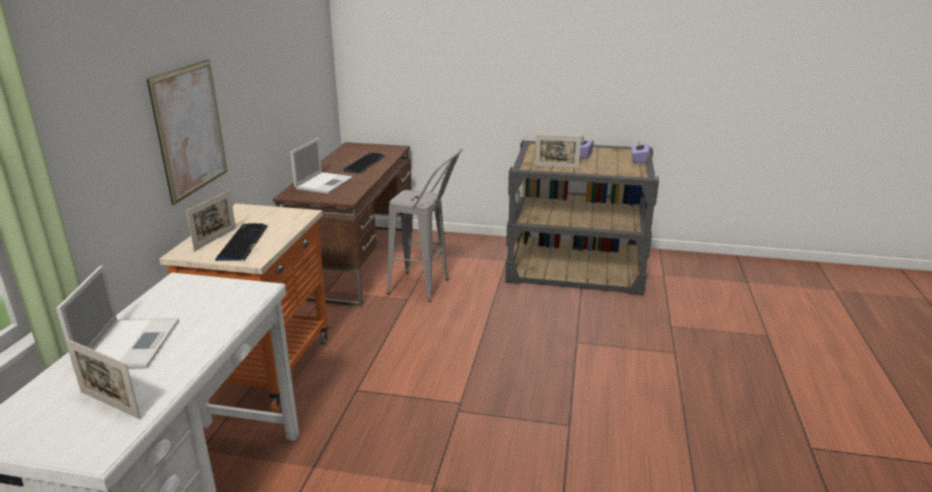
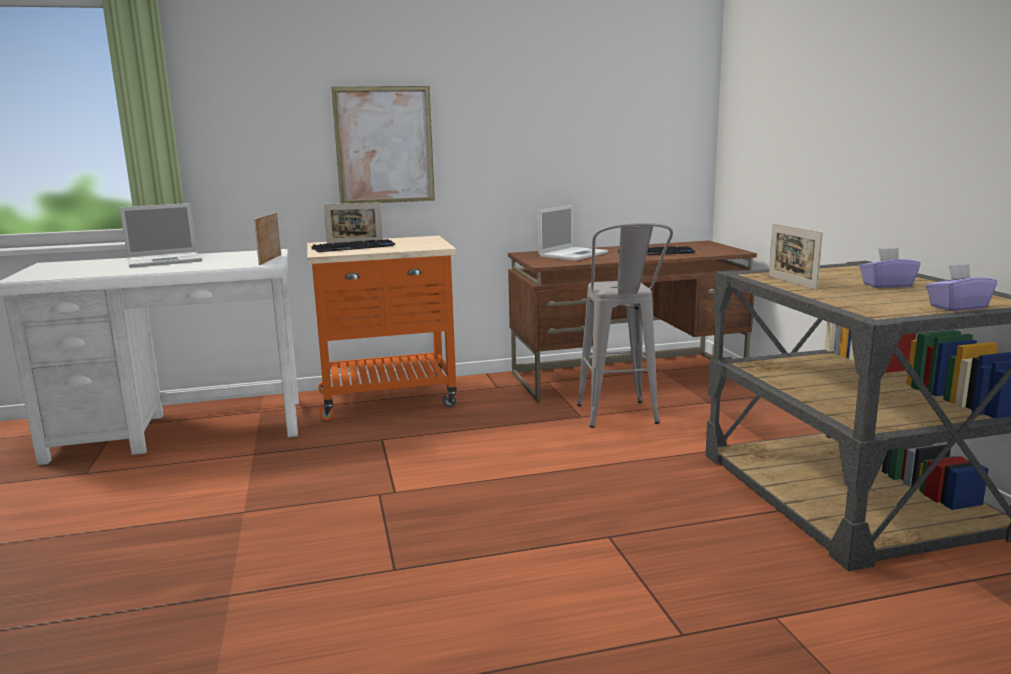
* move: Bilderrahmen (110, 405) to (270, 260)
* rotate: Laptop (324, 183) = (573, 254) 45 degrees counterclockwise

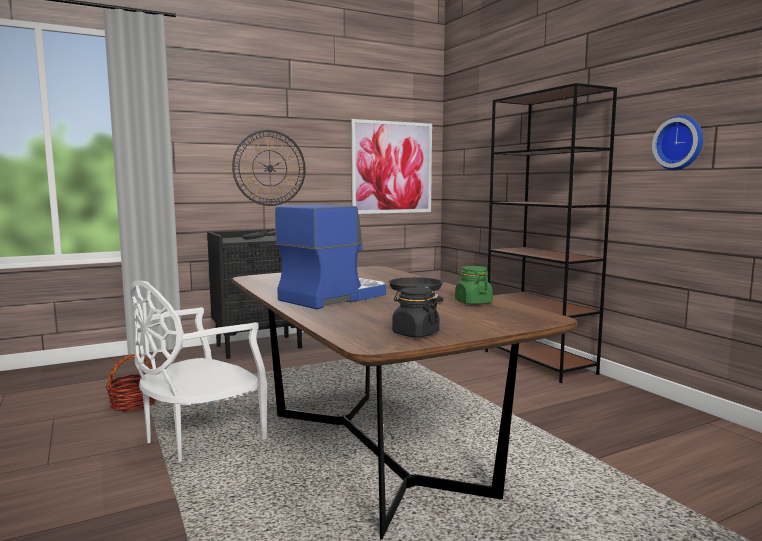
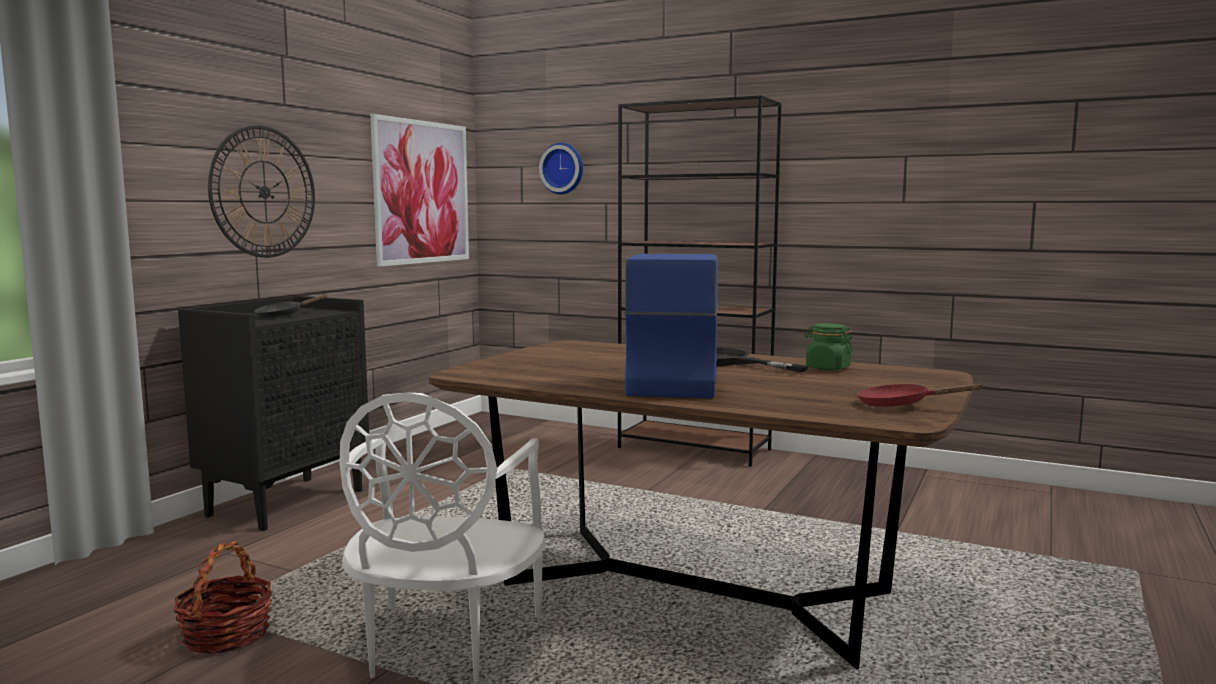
* replace: Vorratsglas/schwarz (415, 333) to Pfanne/rot (900, 405)
* move: Wanduhr (680, 143) to (563, 168)

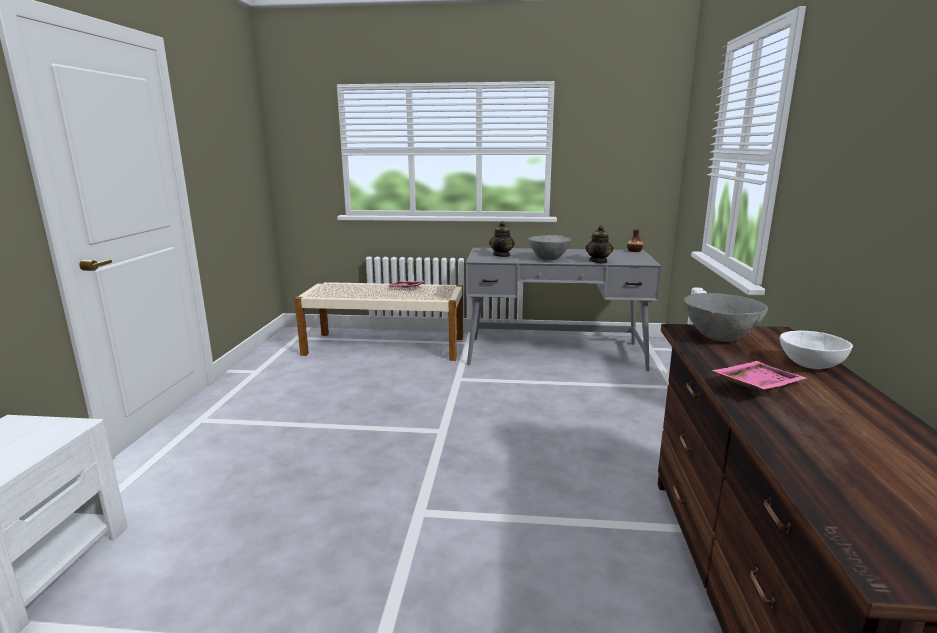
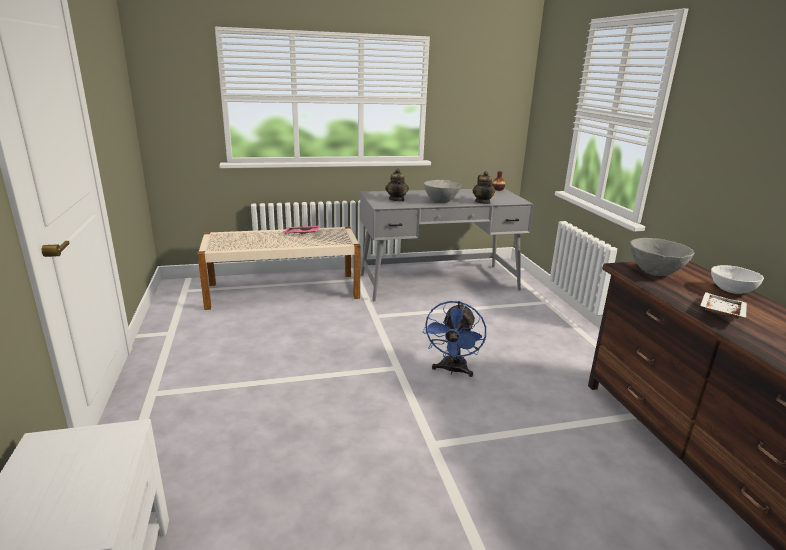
* recolor: Tablett/rosa (756, 386) to Tablett/weiß (719, 312)
* insert: Ventilator/blau (452, 370)

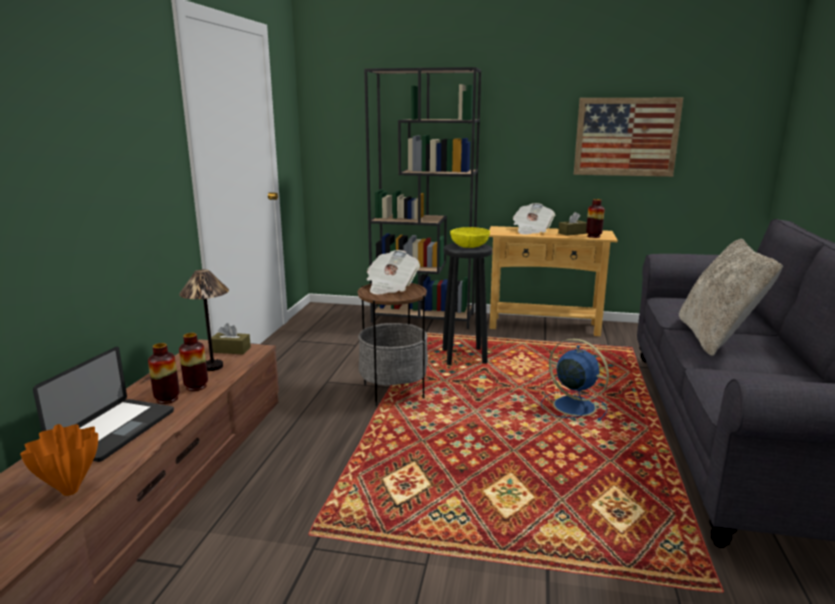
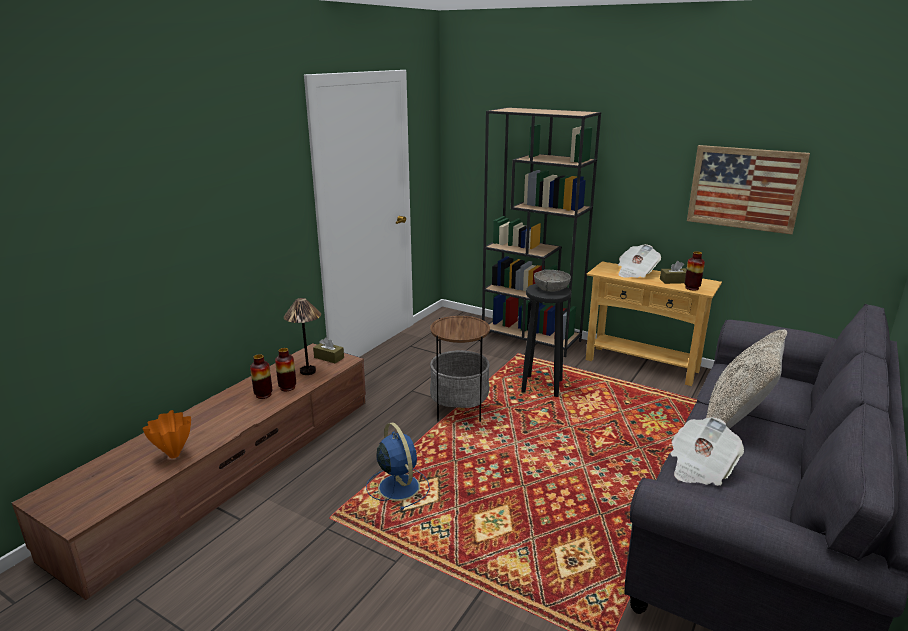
* delete: Laptop (114, 430)
* move: Zeitung (391, 287) to (700, 467)
* recolor: Schüssel/gelb (469, 246) to Schüssel/grau (551, 288)
* move: Ventilator/blau (572, 405) to (398, 486)

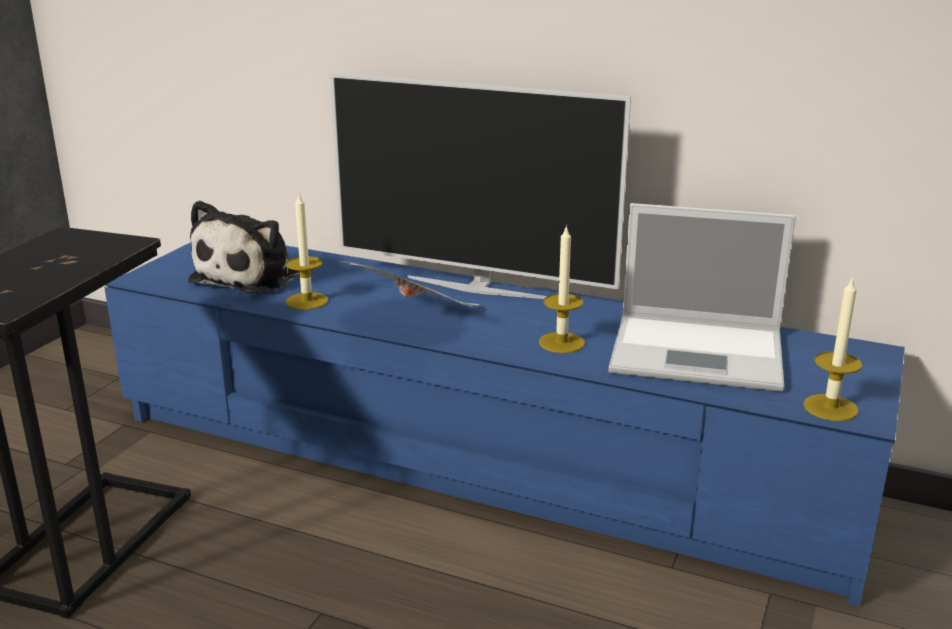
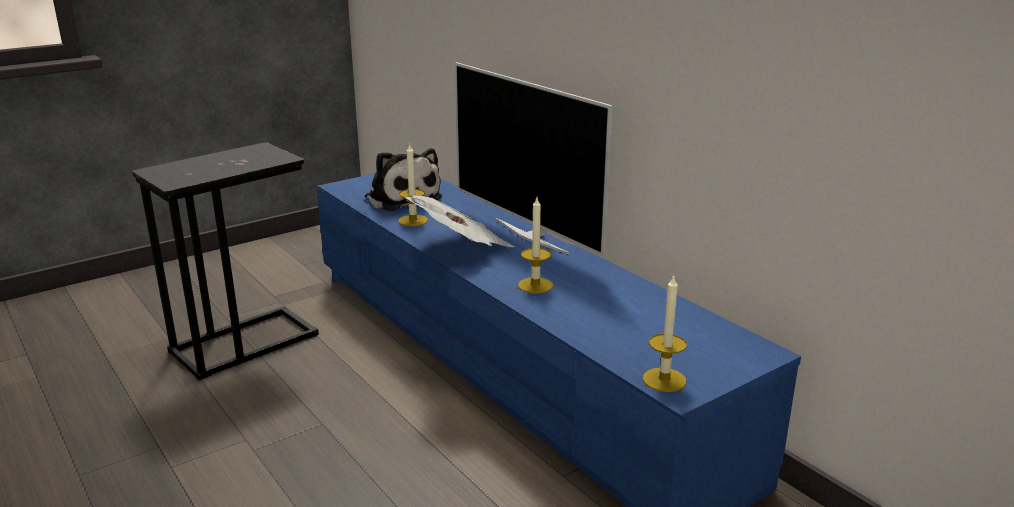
* rotate: Plüschtier (251, 276) = (401, 198) 90 degrees counterclockwise
* delete: Laptop (701, 353)

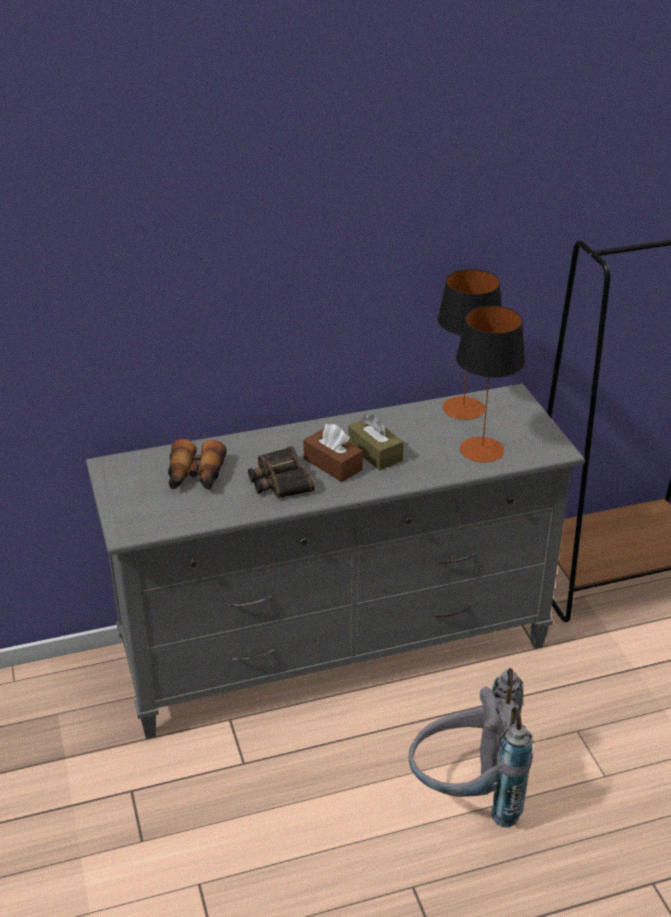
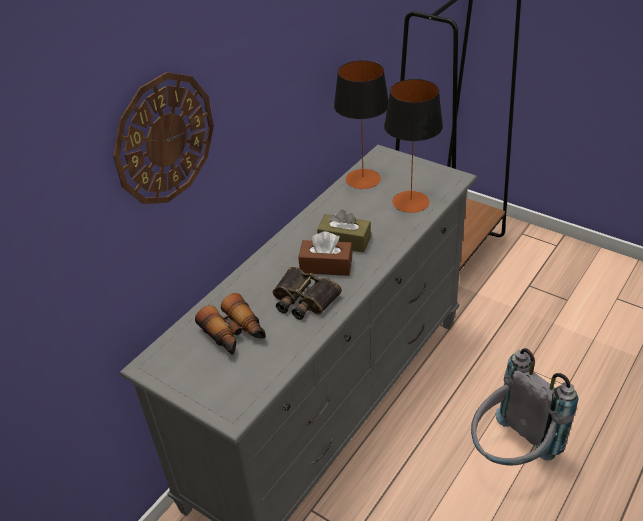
* insert: Wanduhr (164, 139)

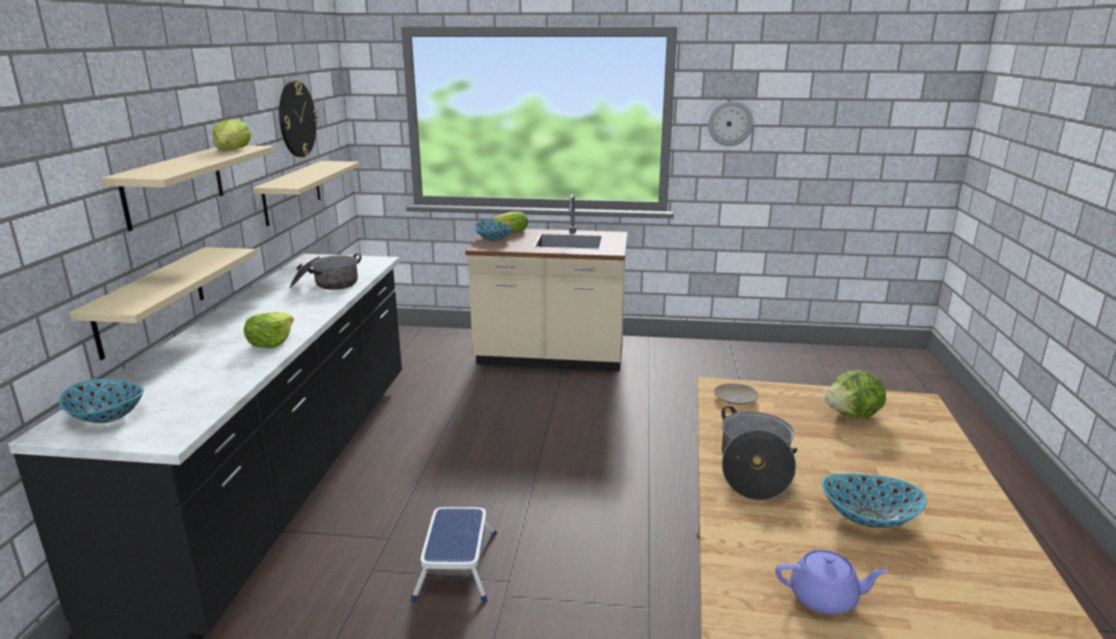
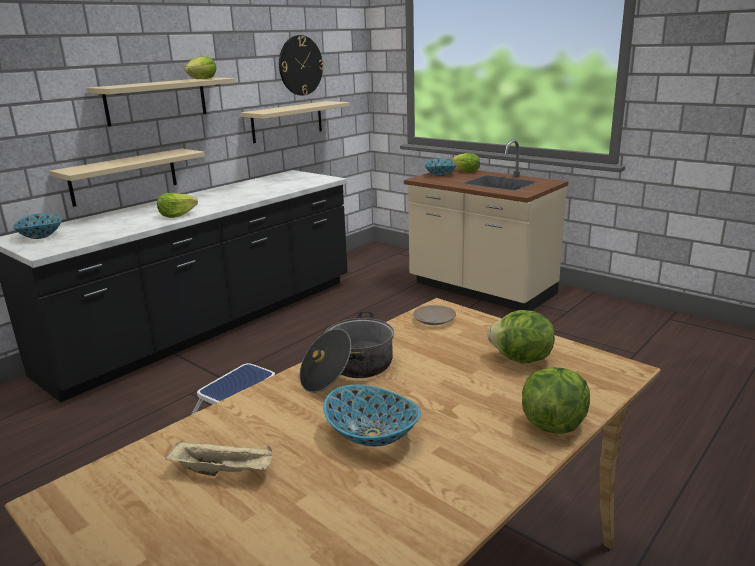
* delete: Kochtopf (326, 285)
* delete: Wanduhr (730, 123)
* replace: Teekanne/lila (825, 598) to Tablett/beige (224, 471)
* insert: Salatkopf (553, 424)

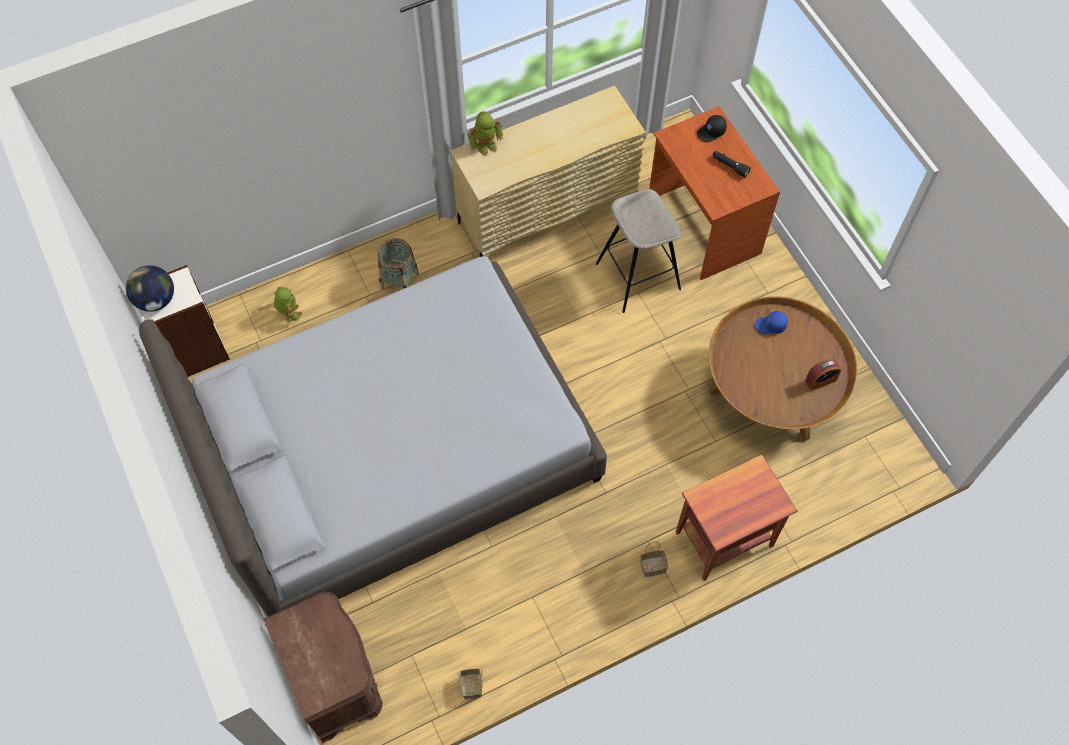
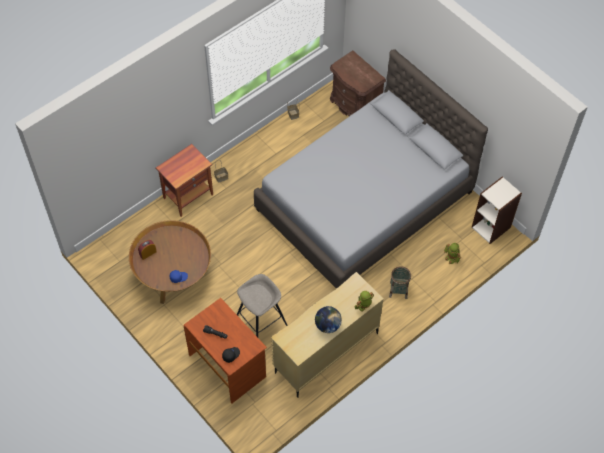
* move: Globus (156, 300) to (327, 325)

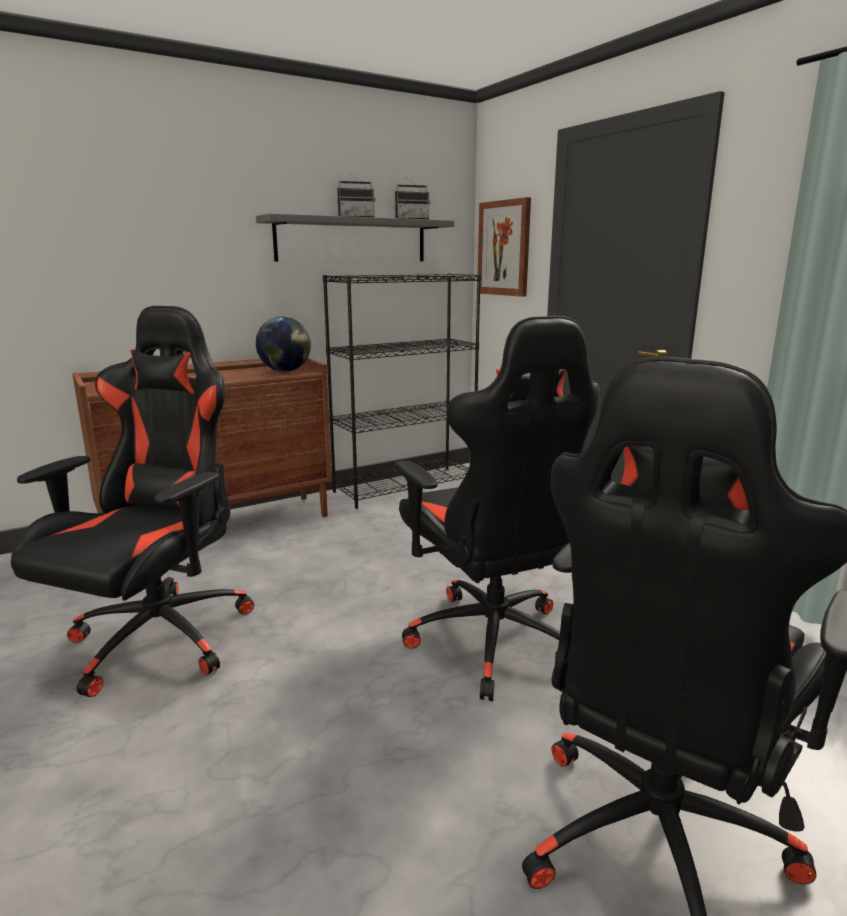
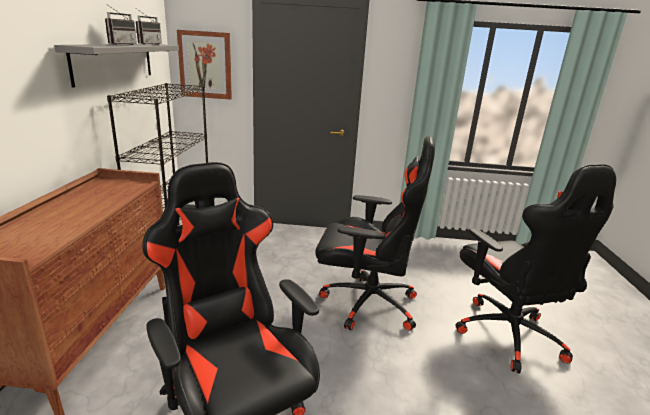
* delete: Globus (285, 371)

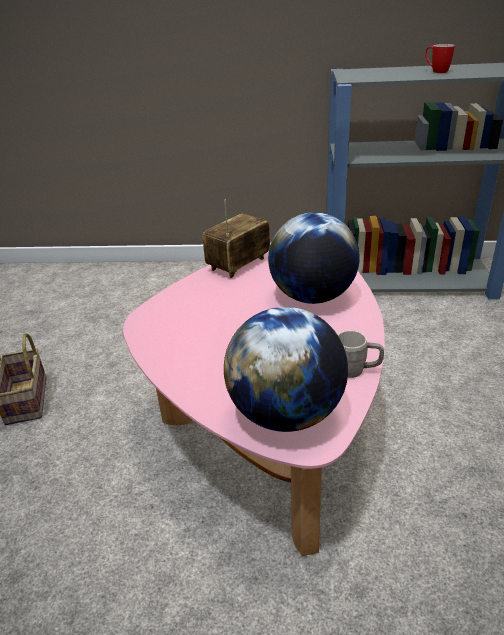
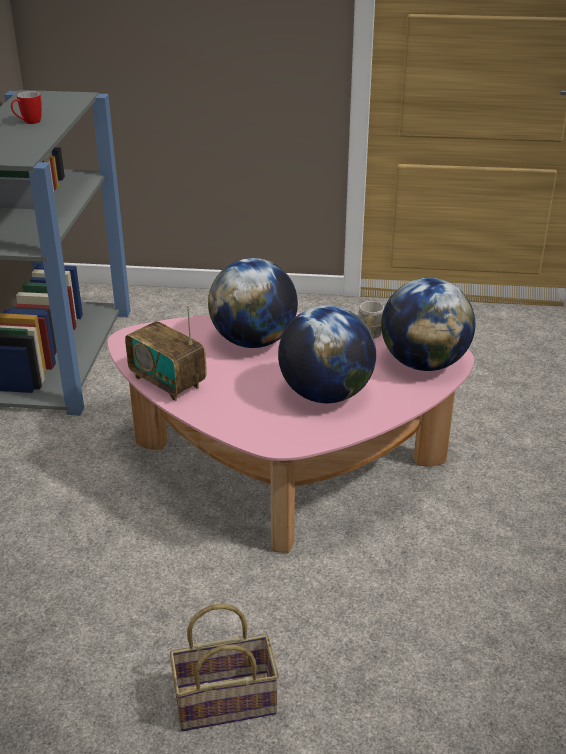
* insert: Globus (325, 395)

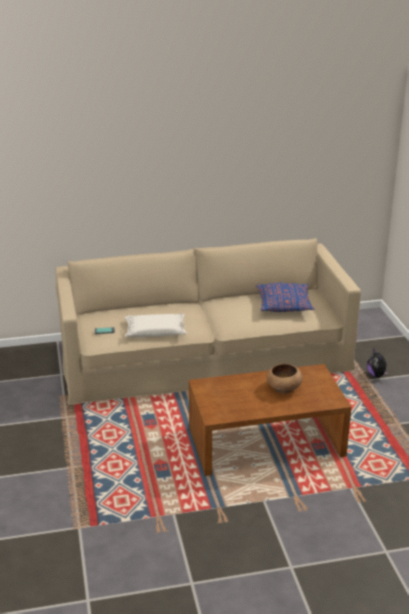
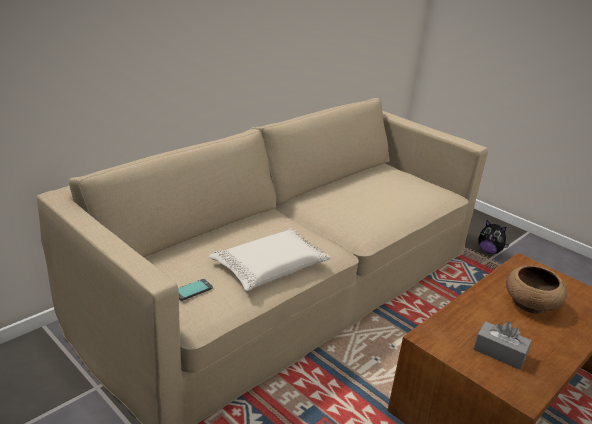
* delete: Kissen/blau (284, 306)
* insert: Taschentuchbox/grau (499, 352)

